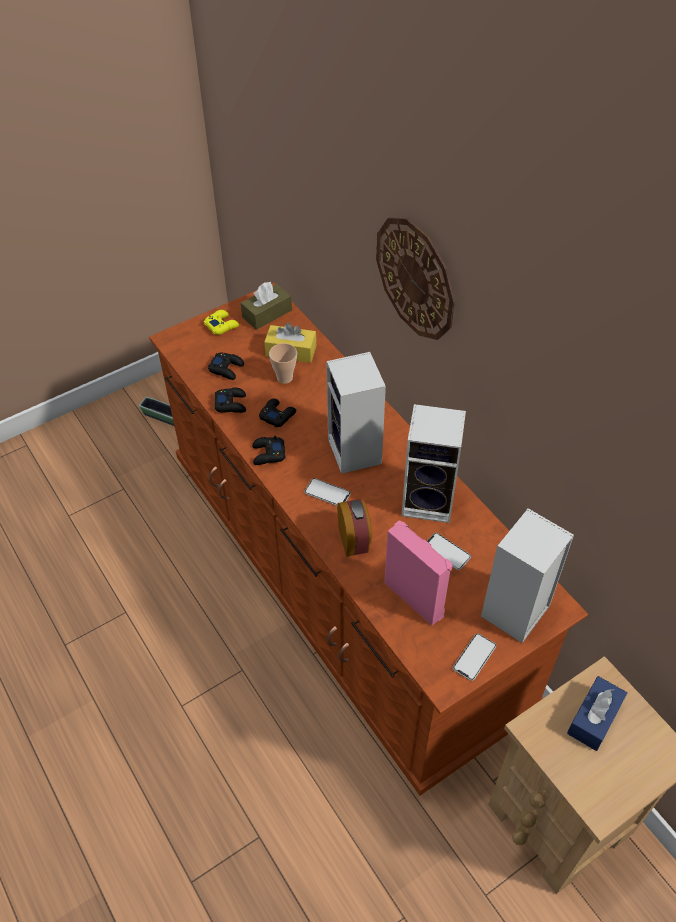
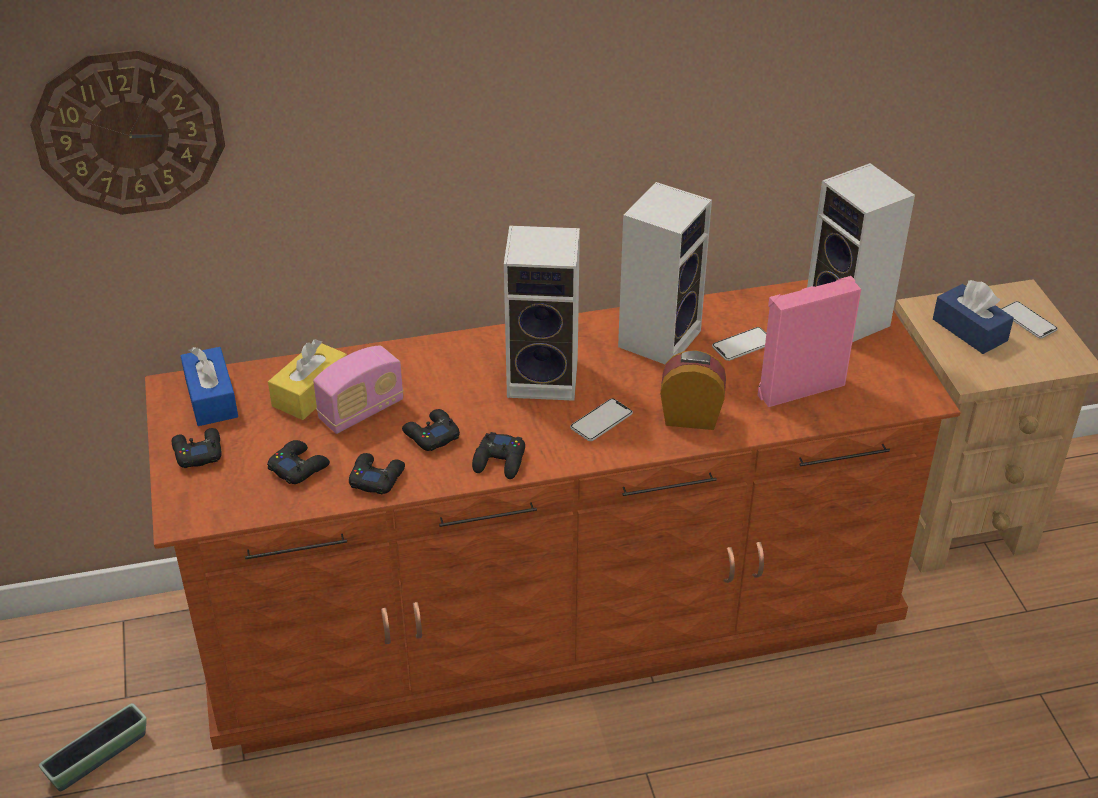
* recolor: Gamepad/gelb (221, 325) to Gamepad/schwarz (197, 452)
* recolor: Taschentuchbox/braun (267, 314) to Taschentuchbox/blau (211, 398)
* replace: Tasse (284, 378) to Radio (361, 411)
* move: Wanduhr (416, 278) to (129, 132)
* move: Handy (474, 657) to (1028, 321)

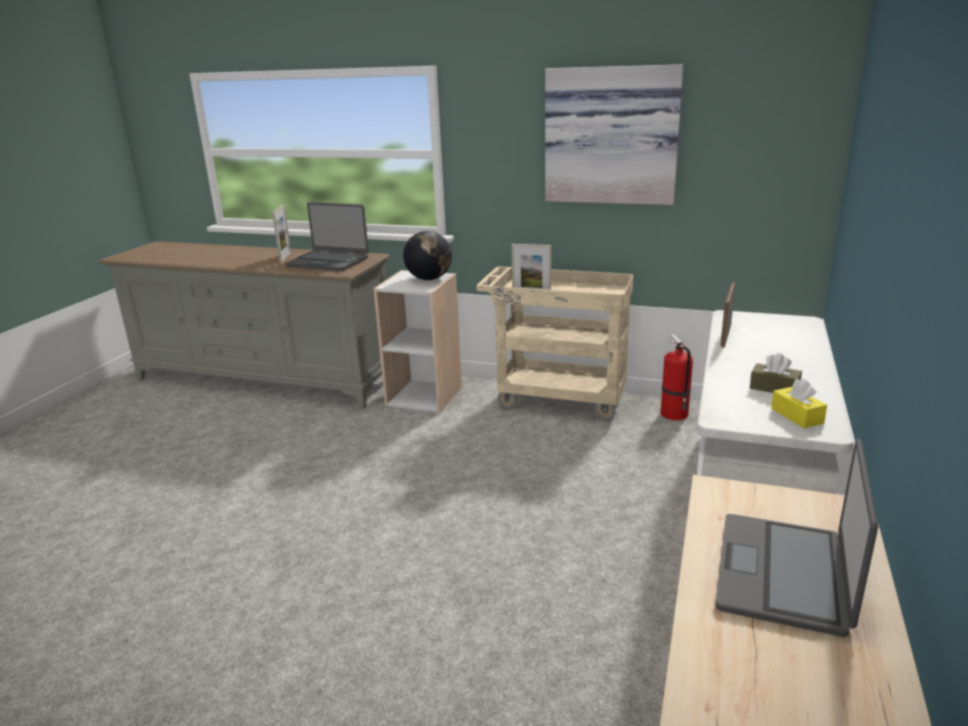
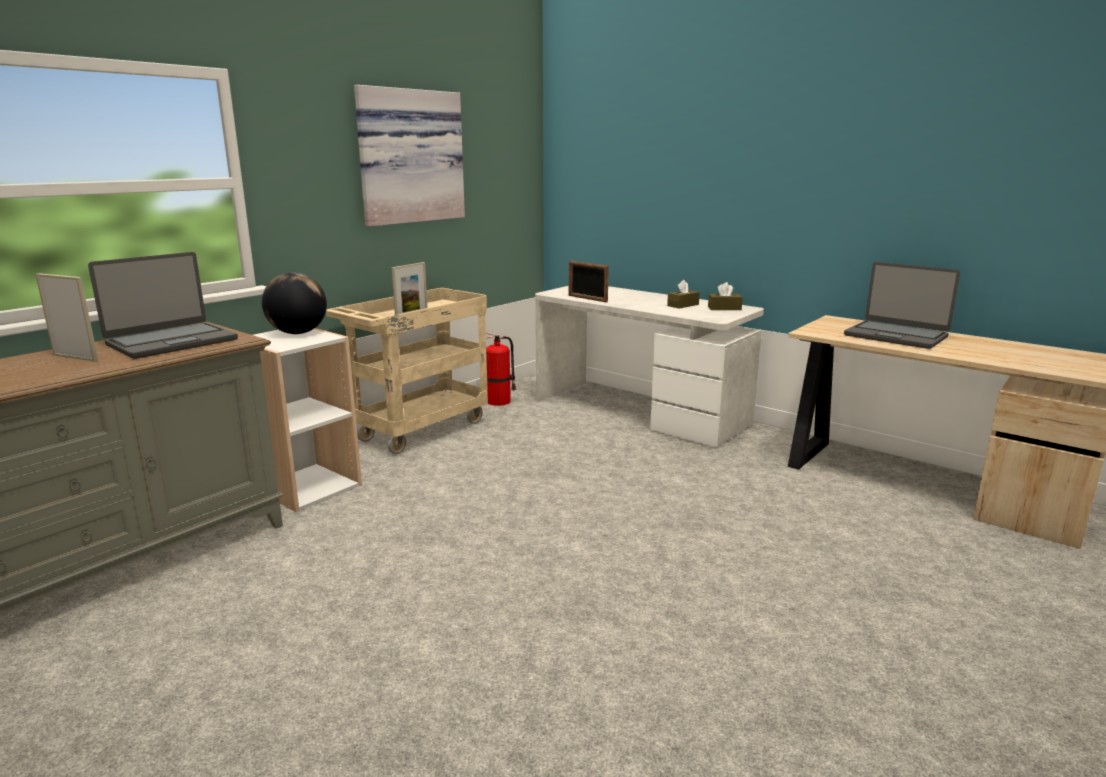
* recolor: Taschentuchbox/gelb (797, 416) to Taschentuchbox/braun (724, 308)

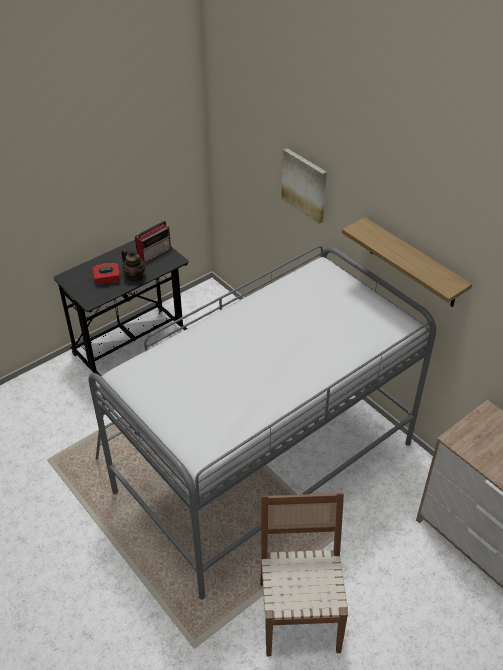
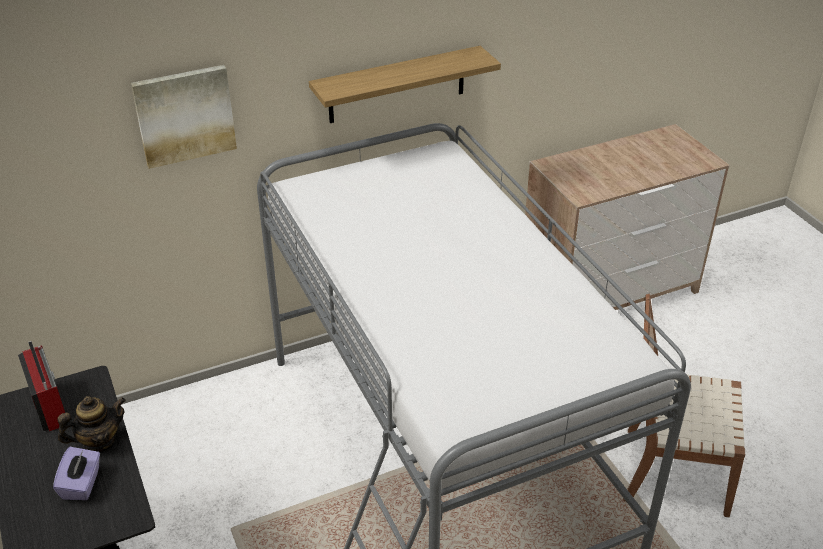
* recolor: Taschentuchbox/rot (107, 280) to Taschentuchbox/lila (82, 484)

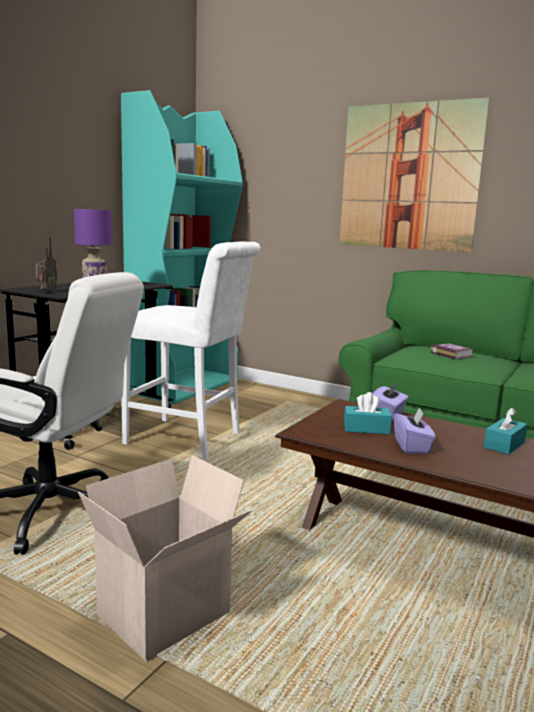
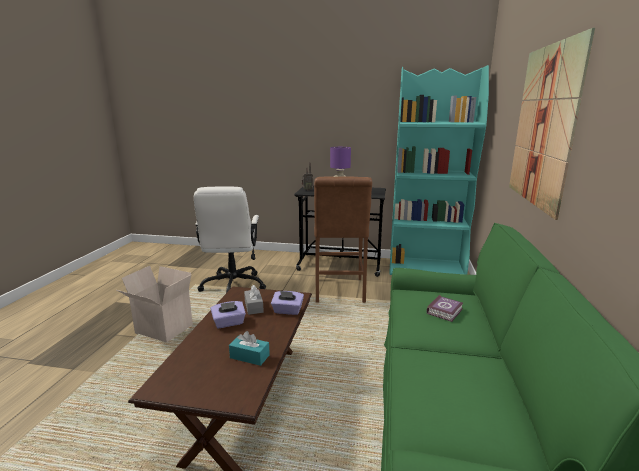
* recolor: Hocker/weiß (189, 440) to Hocker/braun (339, 292)
* recolor: Taschentuchbox/türkis (366, 429) to Taschentuchbox/grau (254, 307)

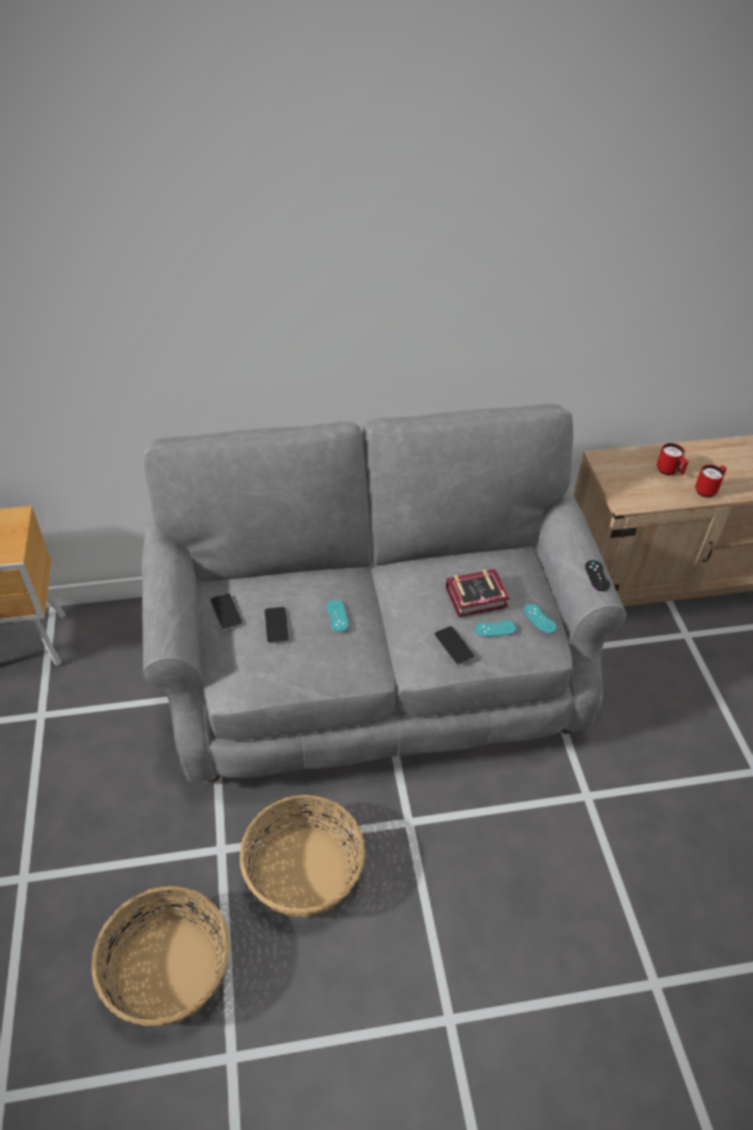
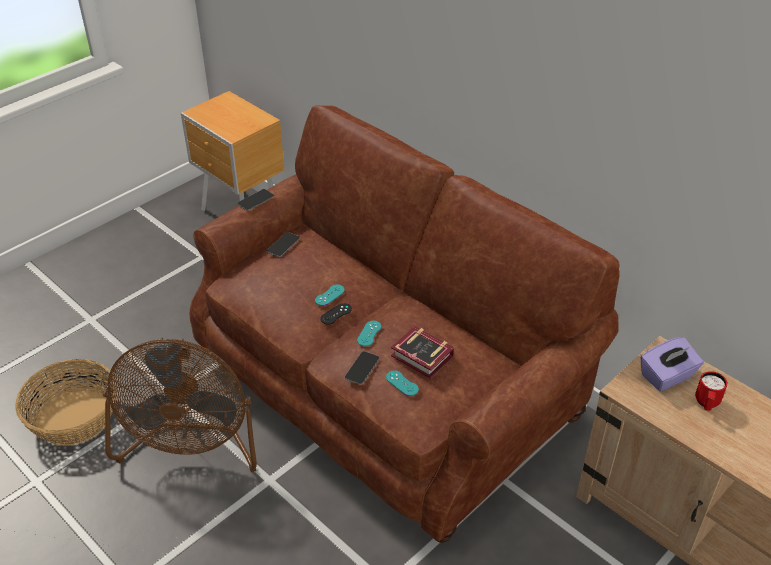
* recolor: Sofa/grau (374, 668) to Sofa/braun (387, 387)
* replace: Korb (304, 869) to Ventilator/braun (187, 442)
* move: Handy (276, 625) to (255, 200)
* move: Gamepad/türkis (539, 619) to (369, 333)
* move: Gamepad/schwarz (597, 576) to (336, 314)
* delete: Henkelbecher/rot (707, 490)
* insert: Taschentuchbox/lila (667, 376)

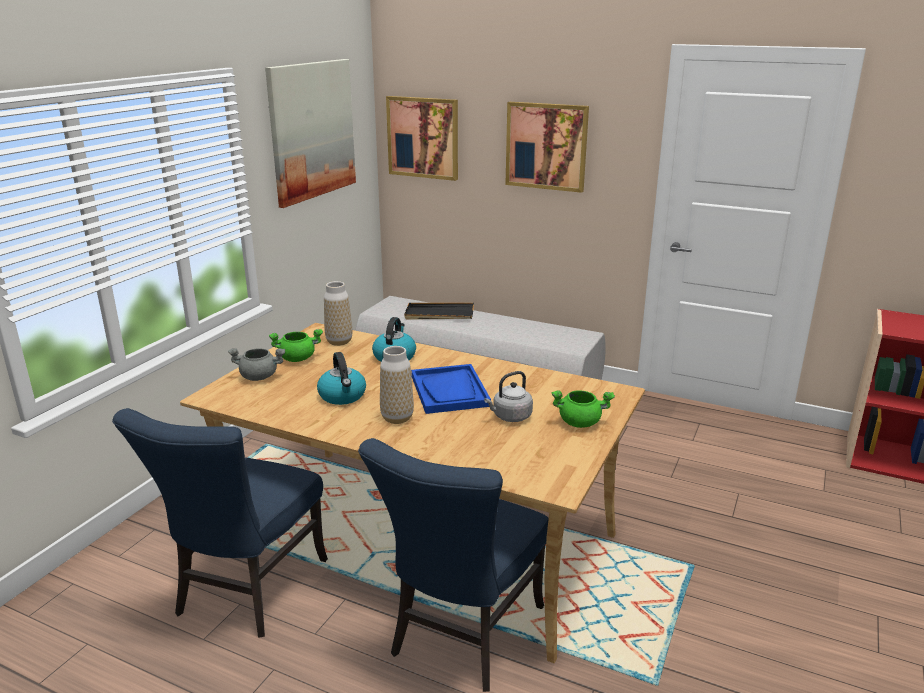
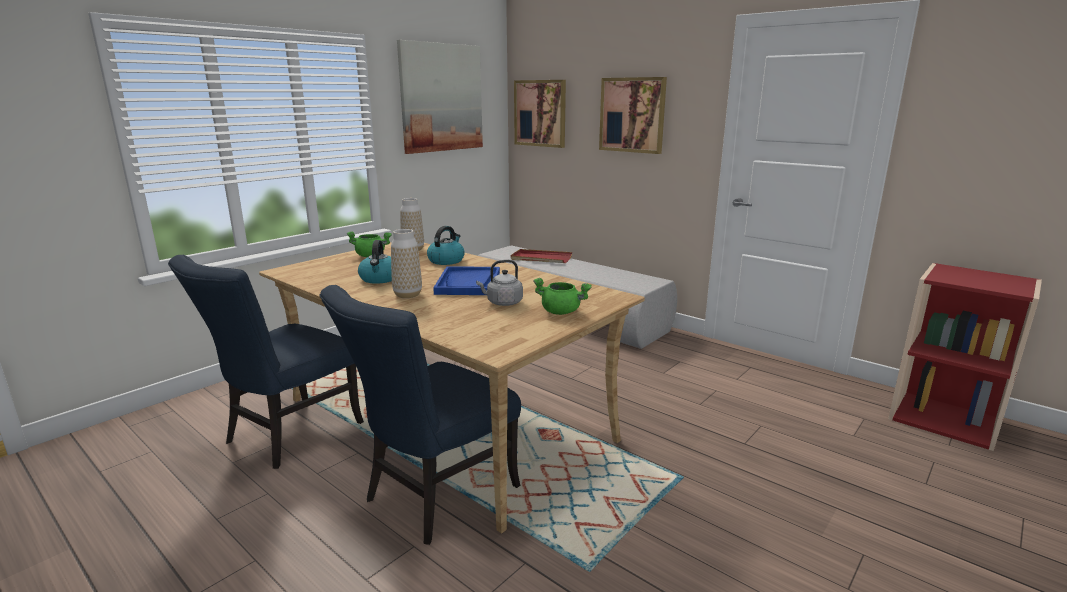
* delete: Kochtopf/grau (260, 377)
* recolor: Tablett/schwarz (439, 314) to Tablett/rot (541, 258)

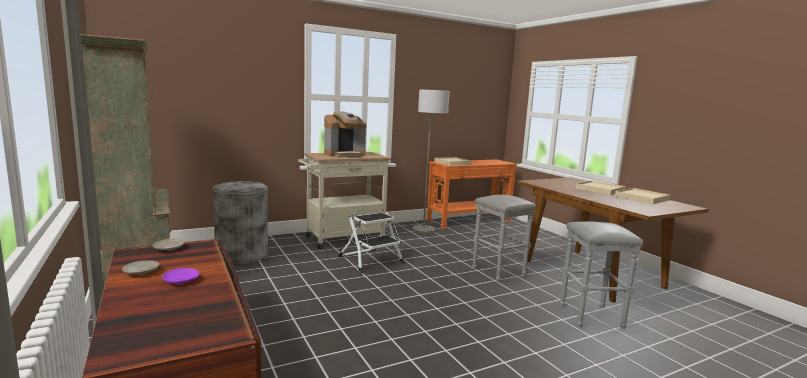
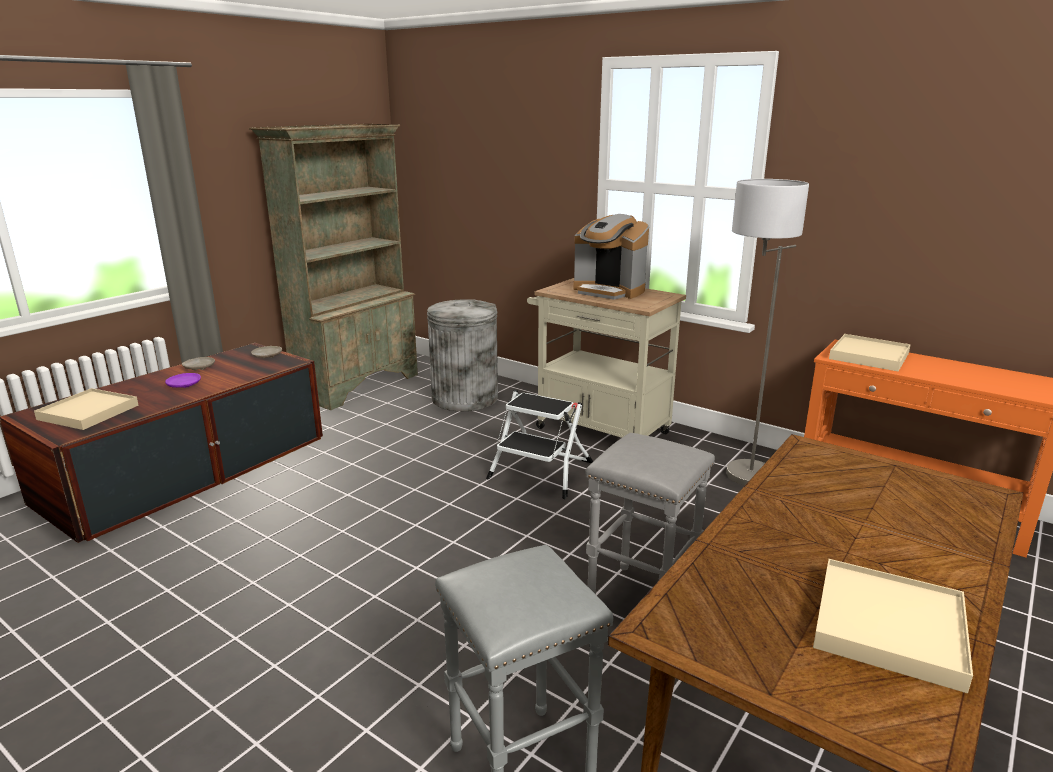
* move: Tablett/beige (600, 190) to (88, 412)

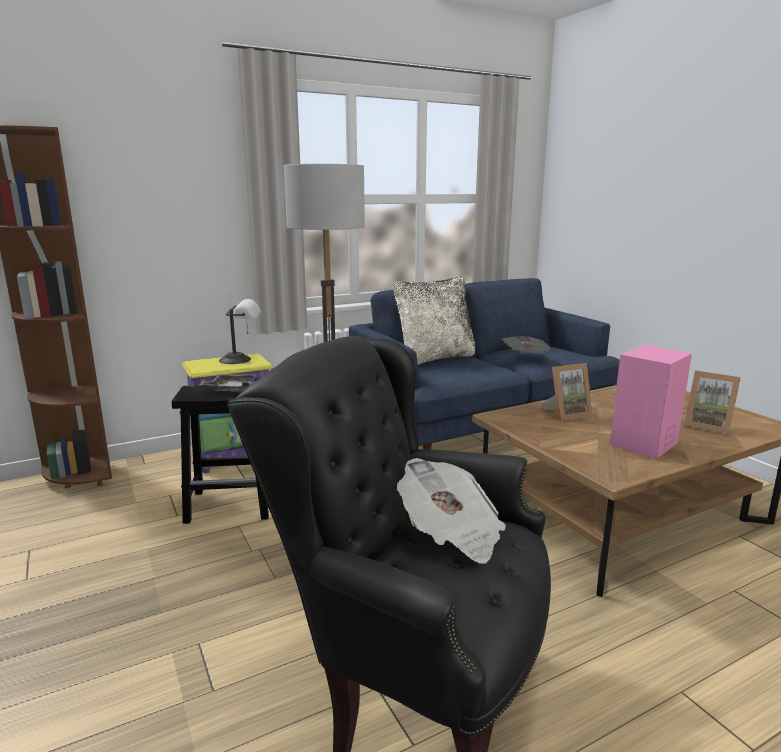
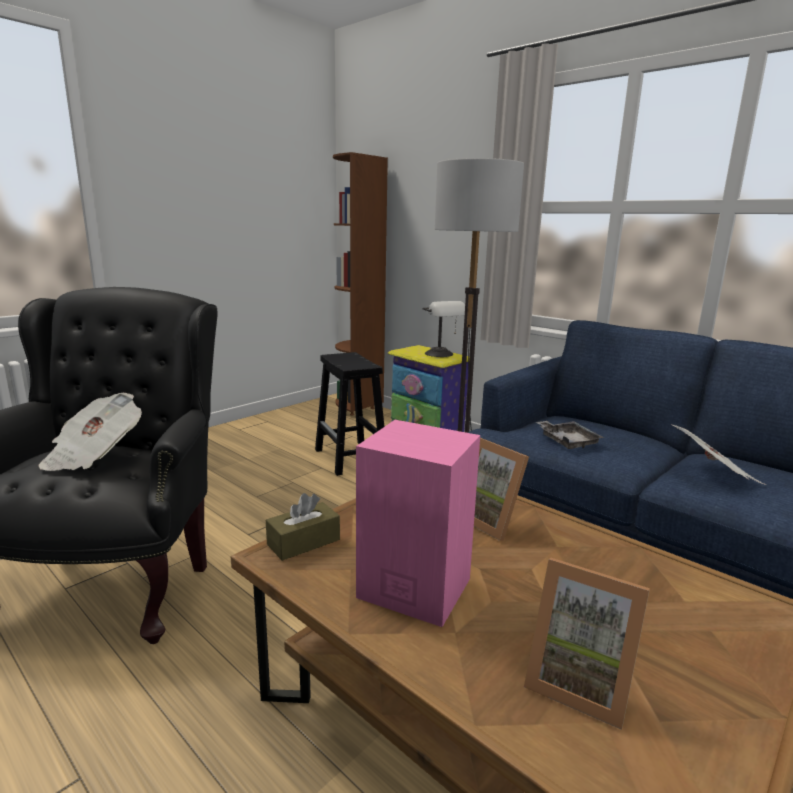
* move: Tablett/grau (231, 389) to (567, 441)
* delete: Kissen/beige (436, 360)
* rotate: Bilderrahmen (708, 425) = (579, 682) 75 degrees counterclockwise
* insert: Taschentuchbox/braun (303, 542)

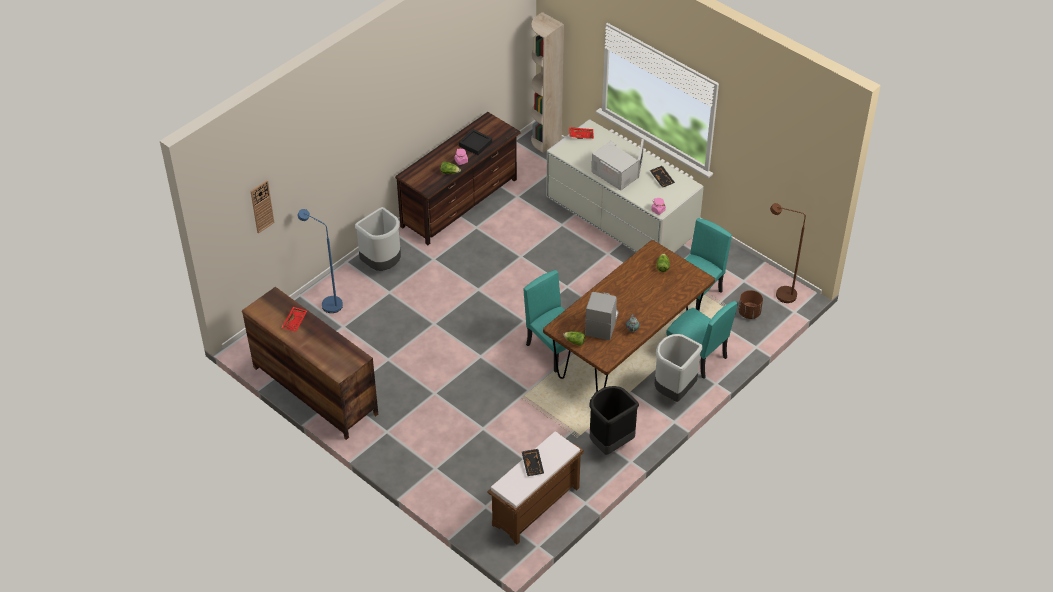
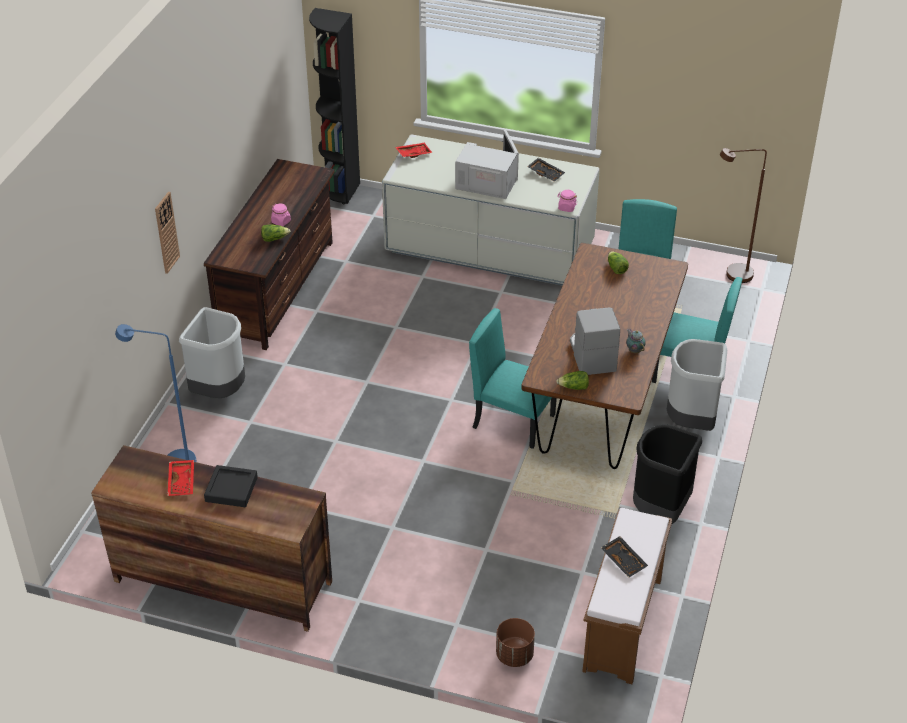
* move: Wanduhr (262, 206) to (166, 232)
* move: Tablett/schwarz (475, 144) to (231, 489)
* recolor: Bücherregal/beige (543, 143) to Bücherregal/schwarz (338, 194)
* move: Pflanzkübel/braun (749, 313) to (514, 655)

